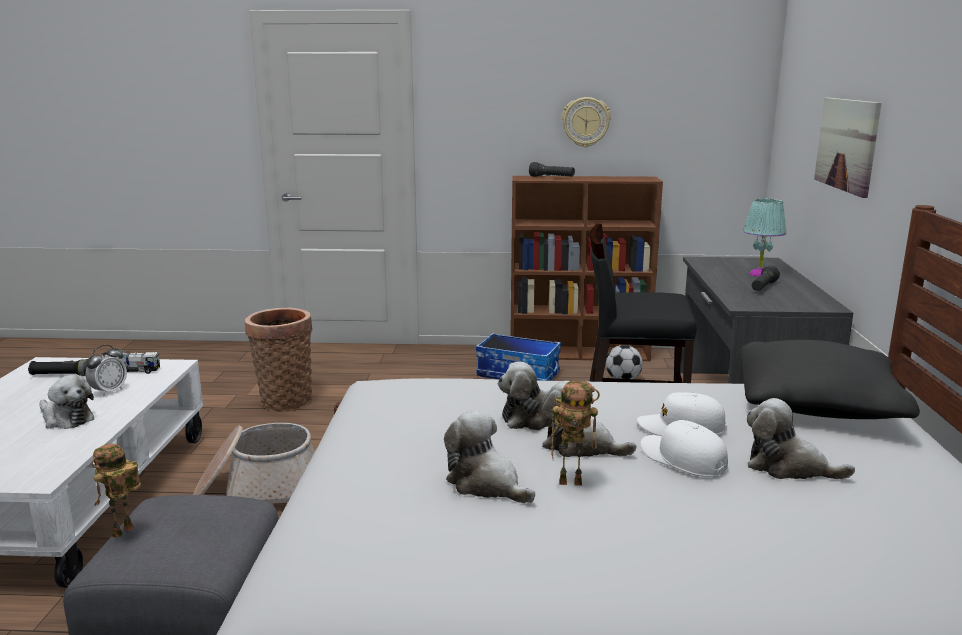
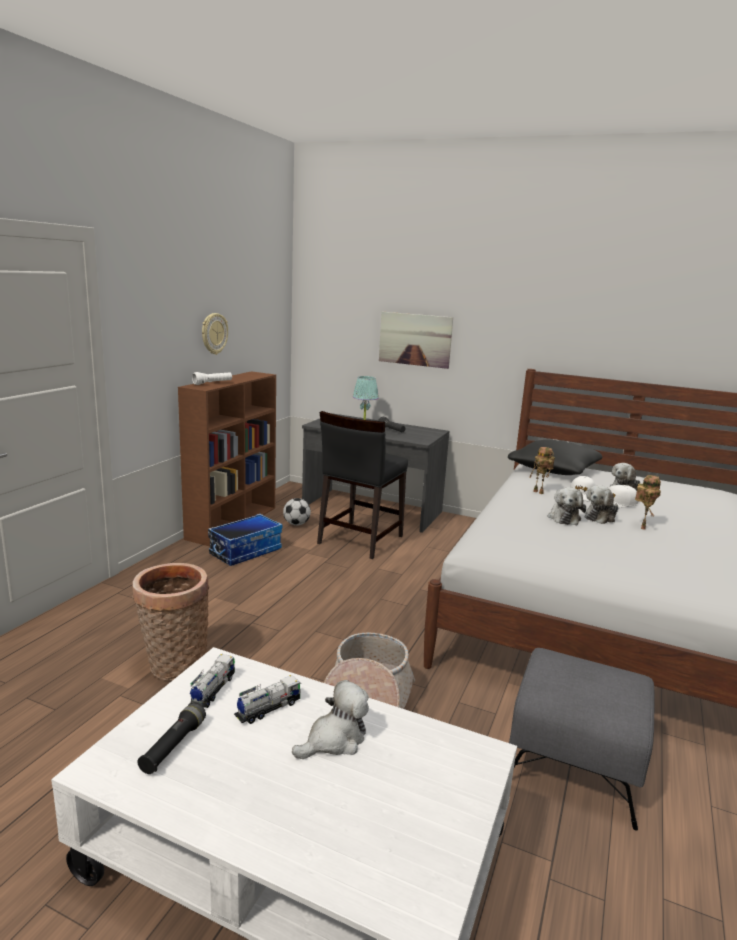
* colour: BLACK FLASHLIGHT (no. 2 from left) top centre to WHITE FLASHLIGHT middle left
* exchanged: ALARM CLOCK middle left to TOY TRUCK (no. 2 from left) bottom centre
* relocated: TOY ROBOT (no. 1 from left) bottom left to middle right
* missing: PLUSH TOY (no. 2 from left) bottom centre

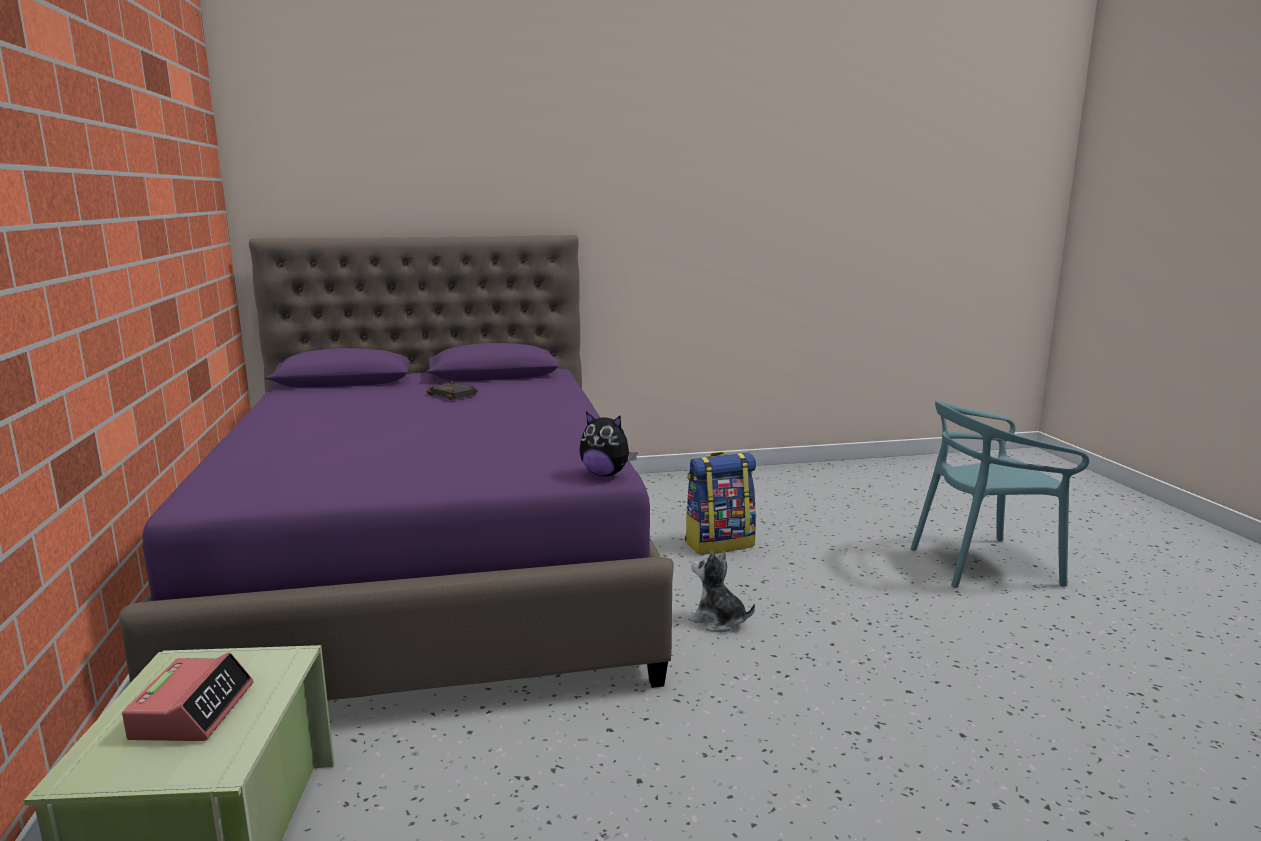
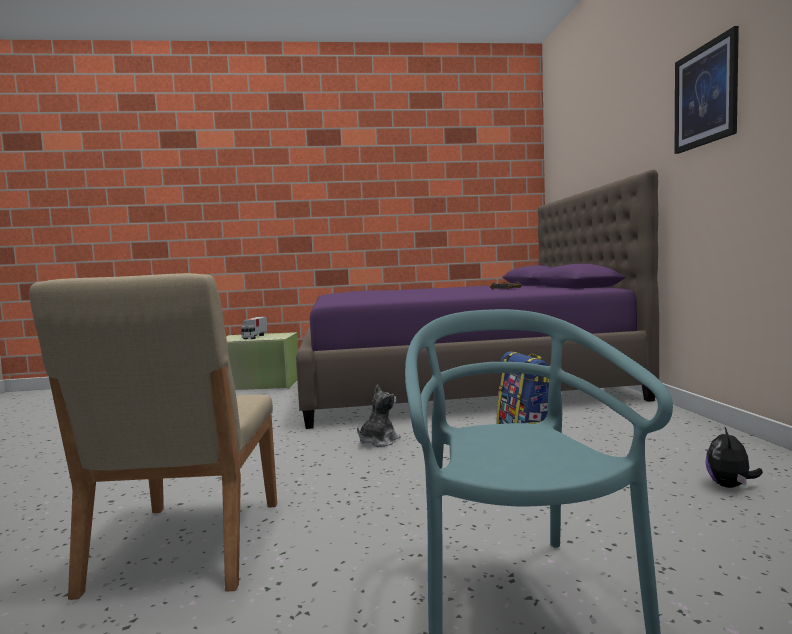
* appeared: BEIGE CHAIR bottom left
* exchanged: ALARM CLOCK bottom left to TOY TRUCK middle left
* appeared: PICTURE top right
* relocated: PLUSH TOY (no. 1 from left in the first image) centre to PLUSH TOY (no. 2 from left) bottom right

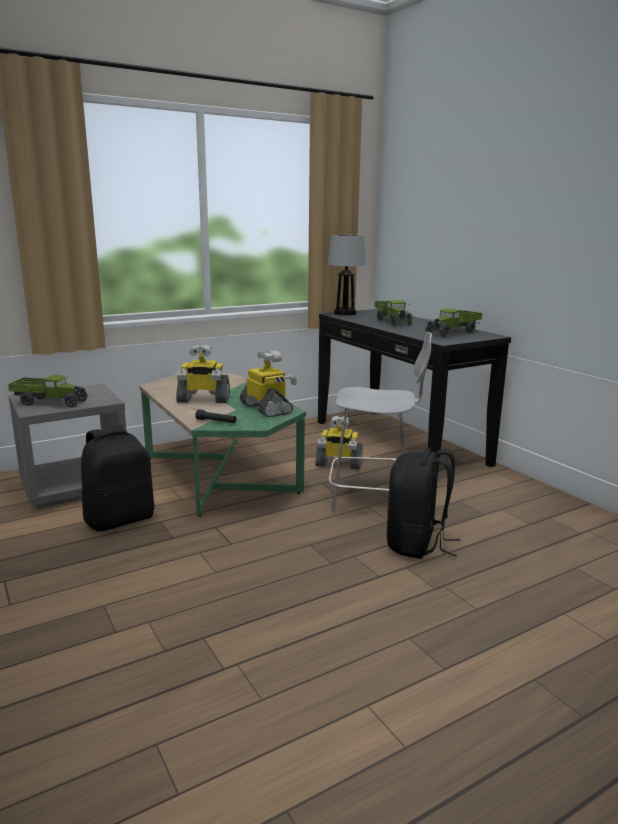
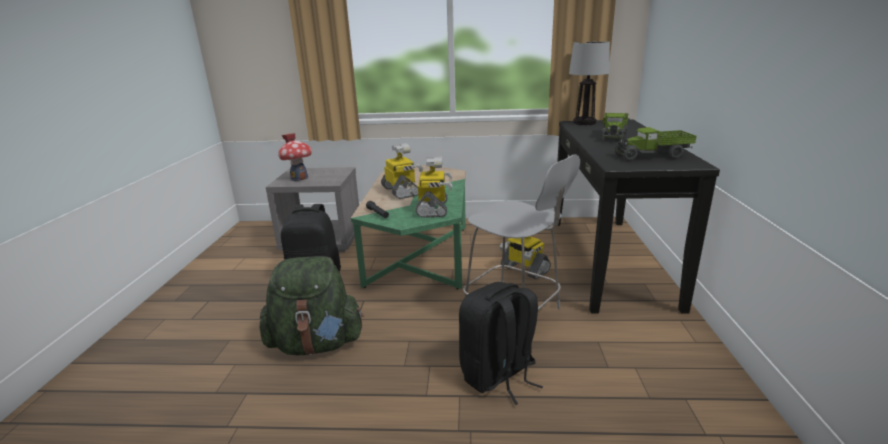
* appeared: GREEN BACKPACK bottom centre
* exchanged: TOY TRUCK (no. 1 from left) middle left to TOY HOUSE middle left
* spun: TOY ROBOT (no. 1 from left) middle left = centre 150 degrees counterclockwise

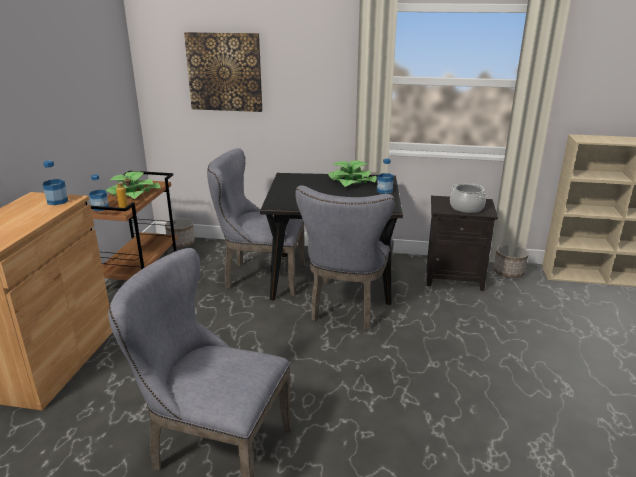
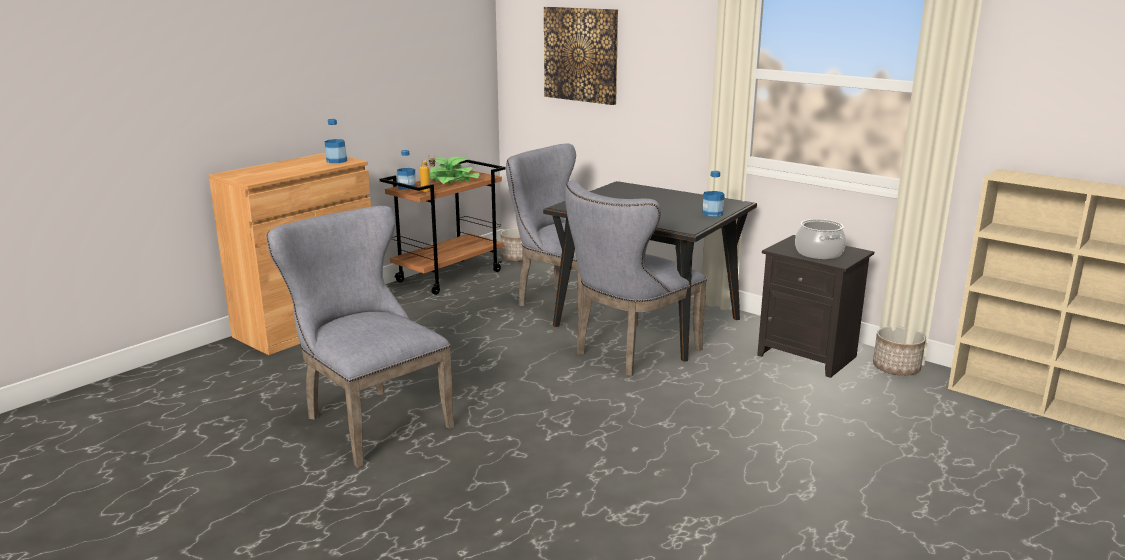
* missing: POTTED PLANT (no. 2 from left) centre

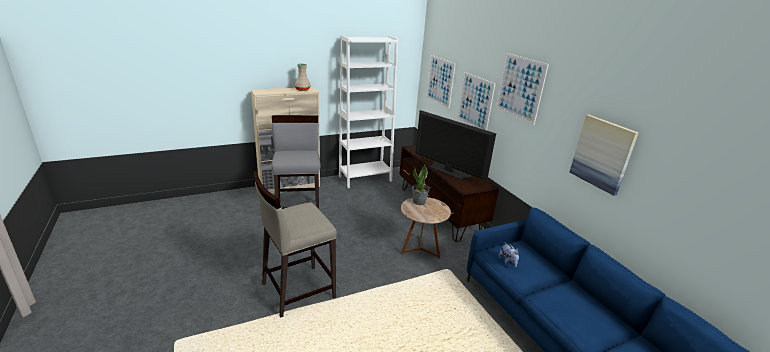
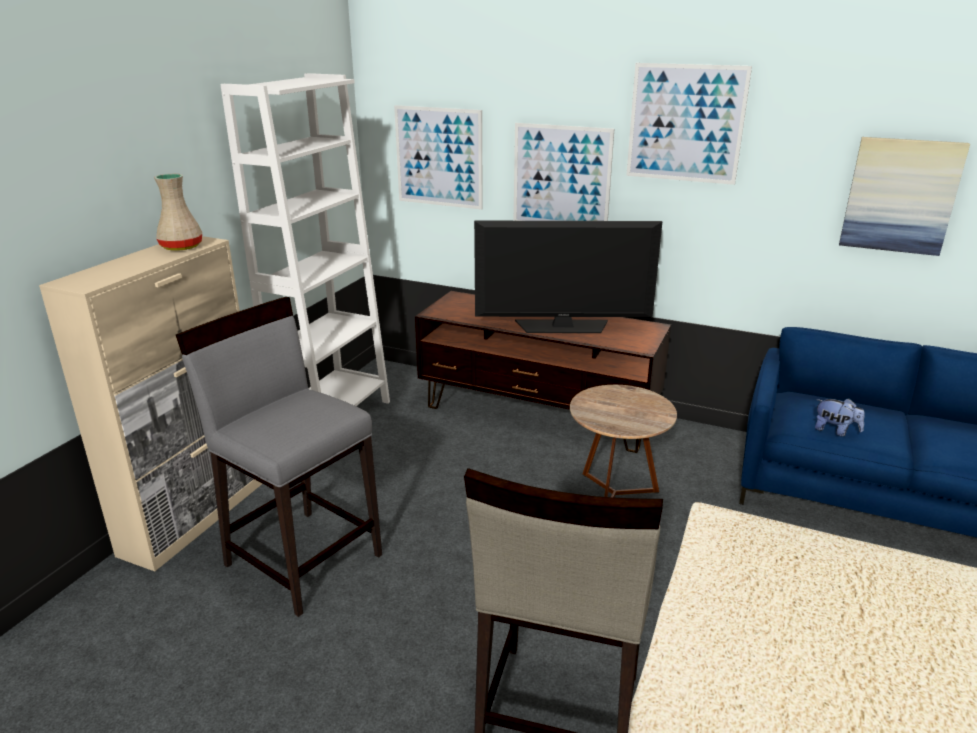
* missing: POTTED PLANT centre

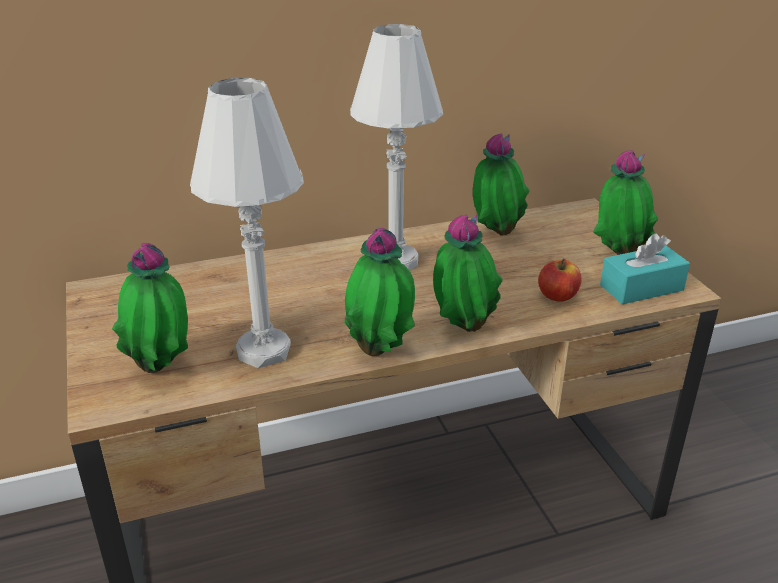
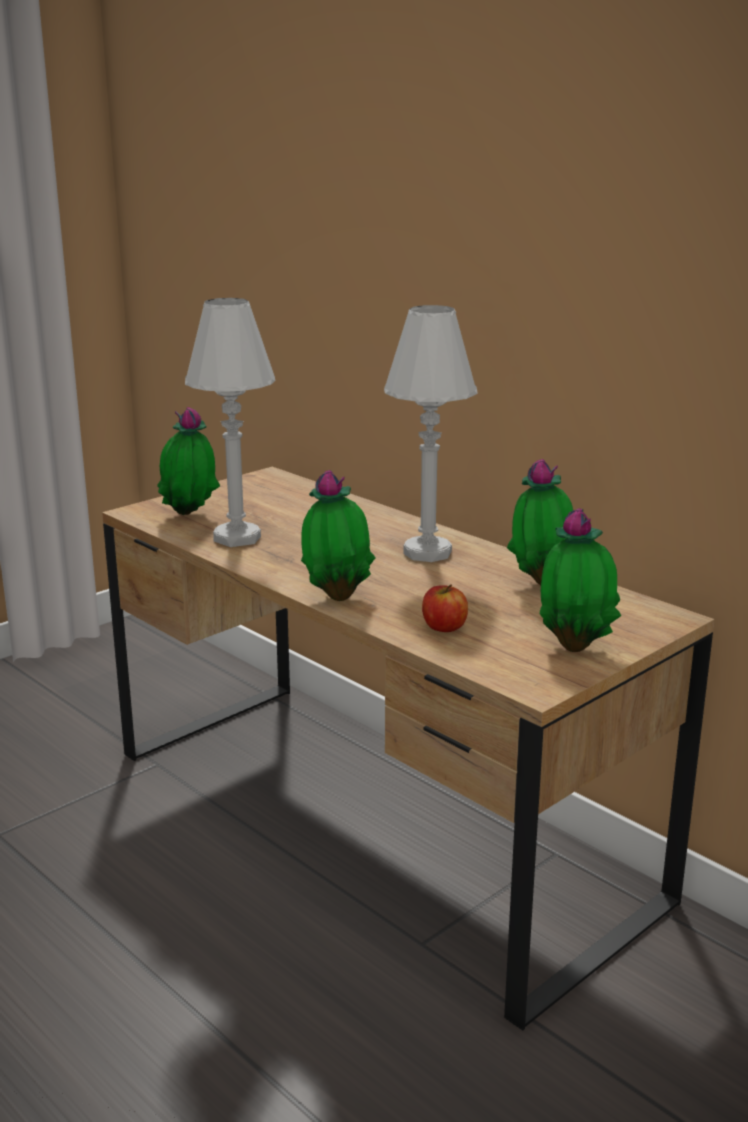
* missing: POTTED PLANT (no. 2 from left) centre
* missing: TURQUOISE TISSUE BOX middle right

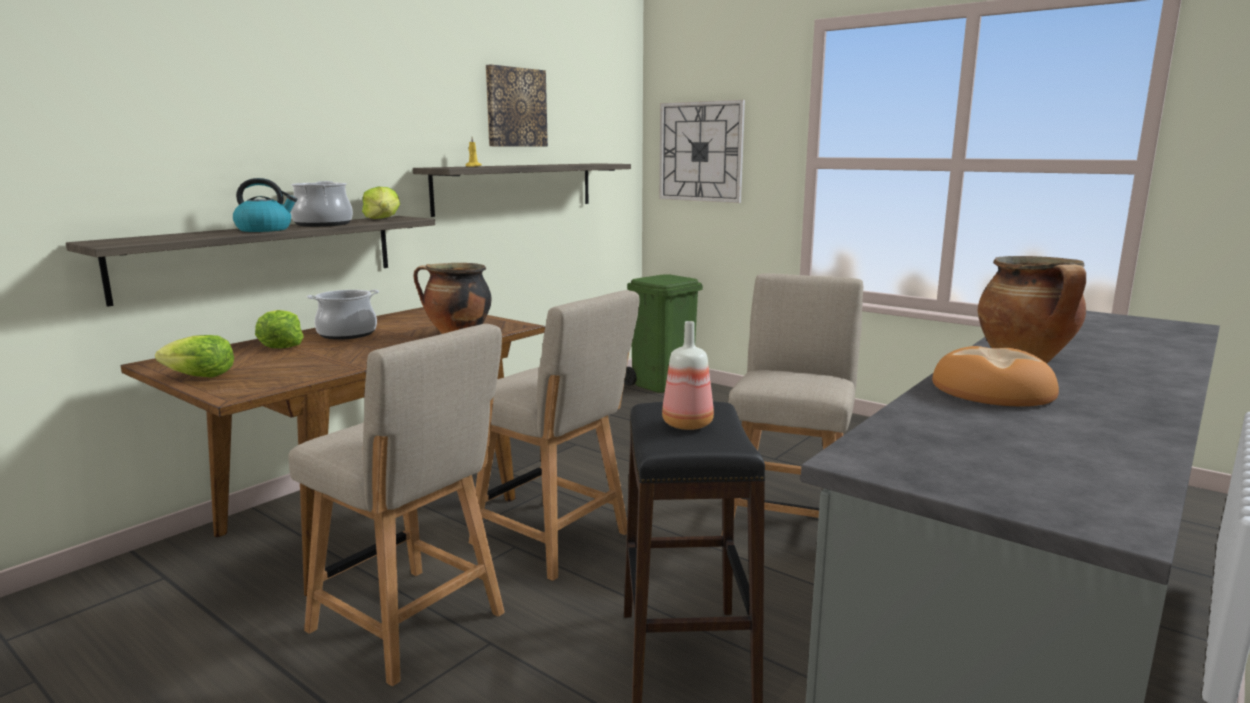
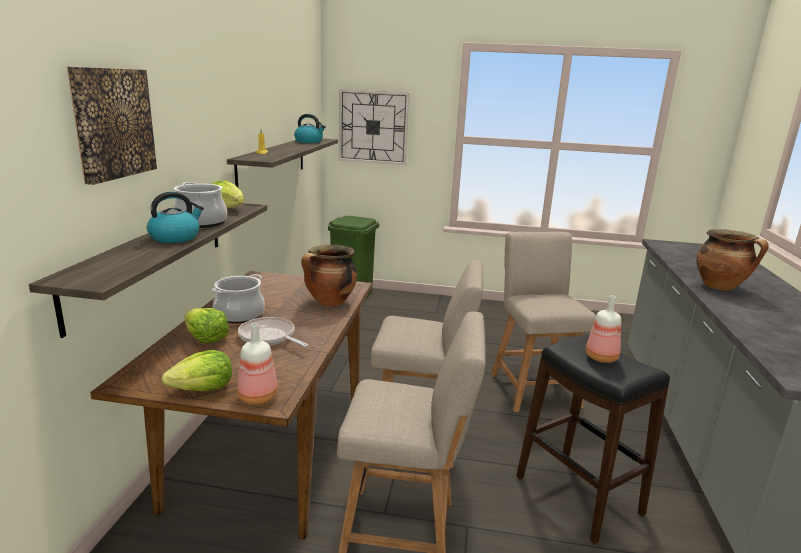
* relocated: PICTURE top centre to top left
* appeared: BOTTLE (no. 1 from left) middle left
* appeared: FRYING PAN centre
* appeared: KETTLE (no. 2 from left) top centre
* missing: BREAD middle right

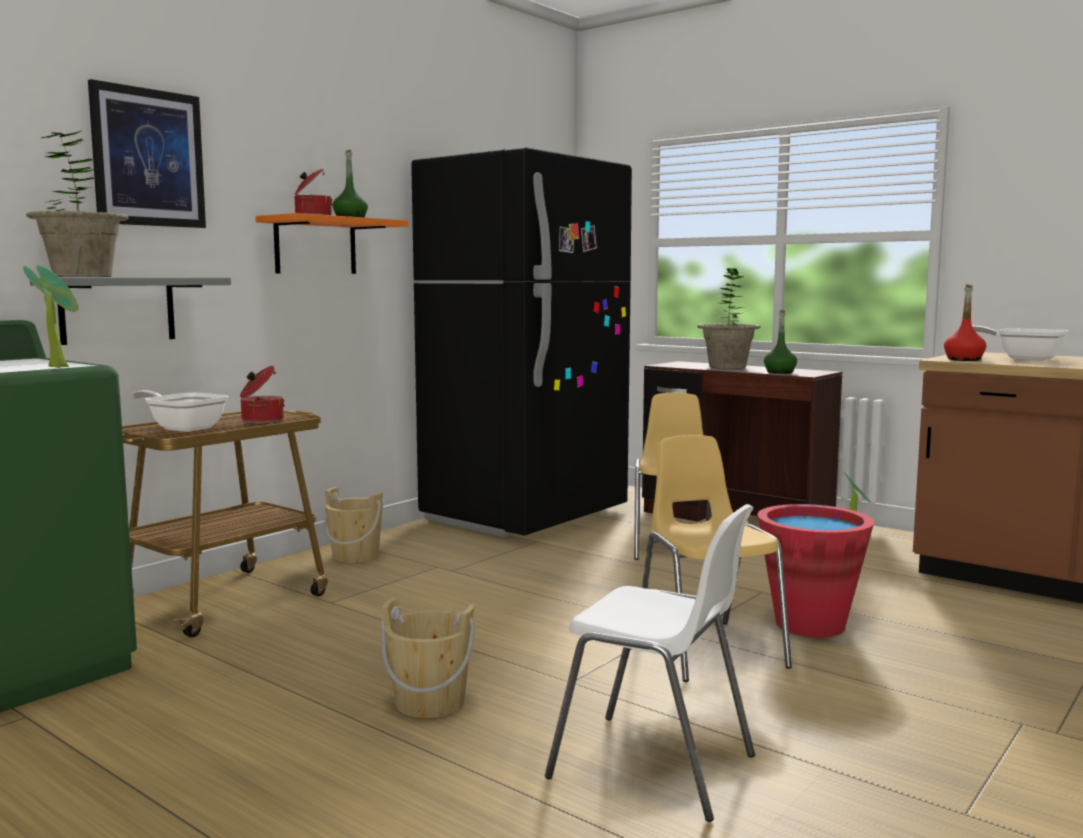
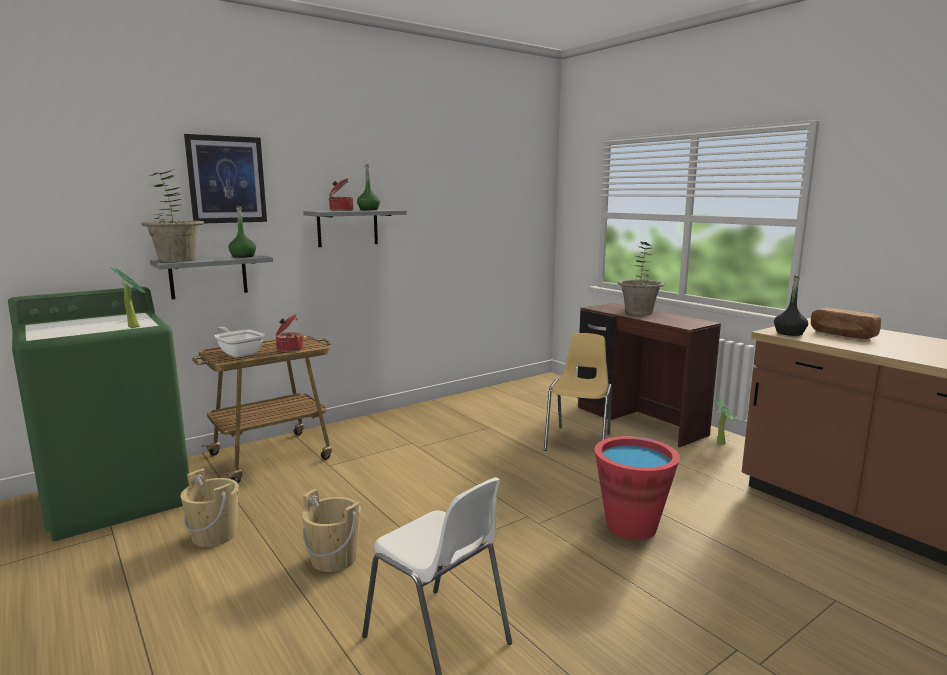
* relocated: BEIGE BUCKET (no. 1 from left) middle left to bottom left
* relocated: GREEN BOTTLE (no. 2 from left in the first image) middle right to GREEN BOTTLE (no. 1 from left) middle left
* colour: ORANGE SHELF top left to GREY SHELF (no. 2 from left) centre
* colour: RED BOTTLE middle right to BLACK BOTTLE middle right
* exchanged: FRYING PAN (no. 2 from left) middle right to BREAD middle right
* missing: BLACK FRIDGE centre
* missing: YELLOW CHAIR (no. 2 from left) centre

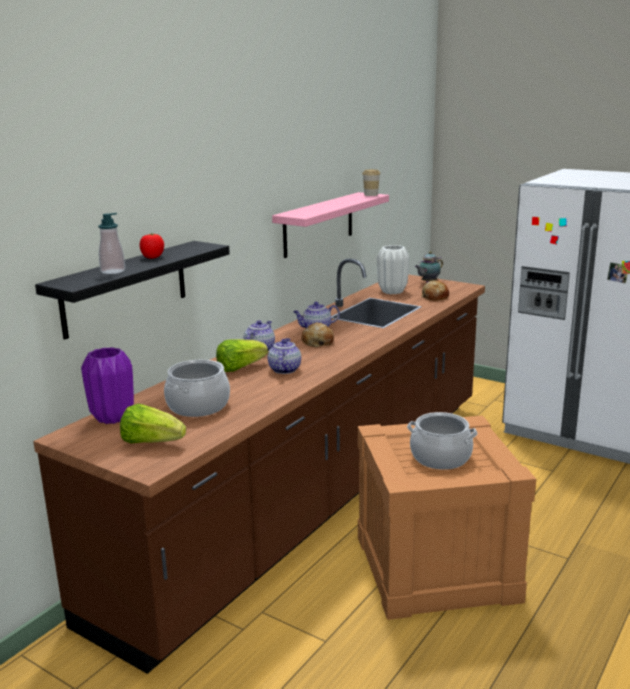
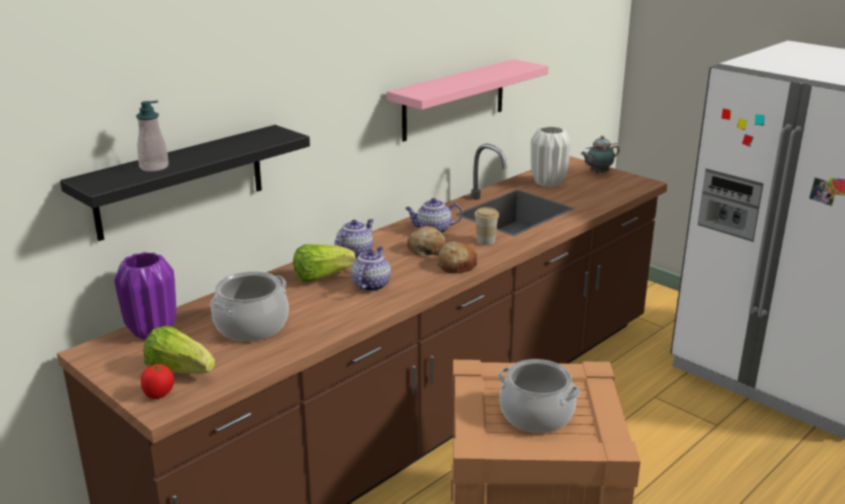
* relocated: TOMATO middle left to bottom left
* relocated: BREAD (no. 2 from left) middle right to centre
* relocated: CUP top centre to centre

